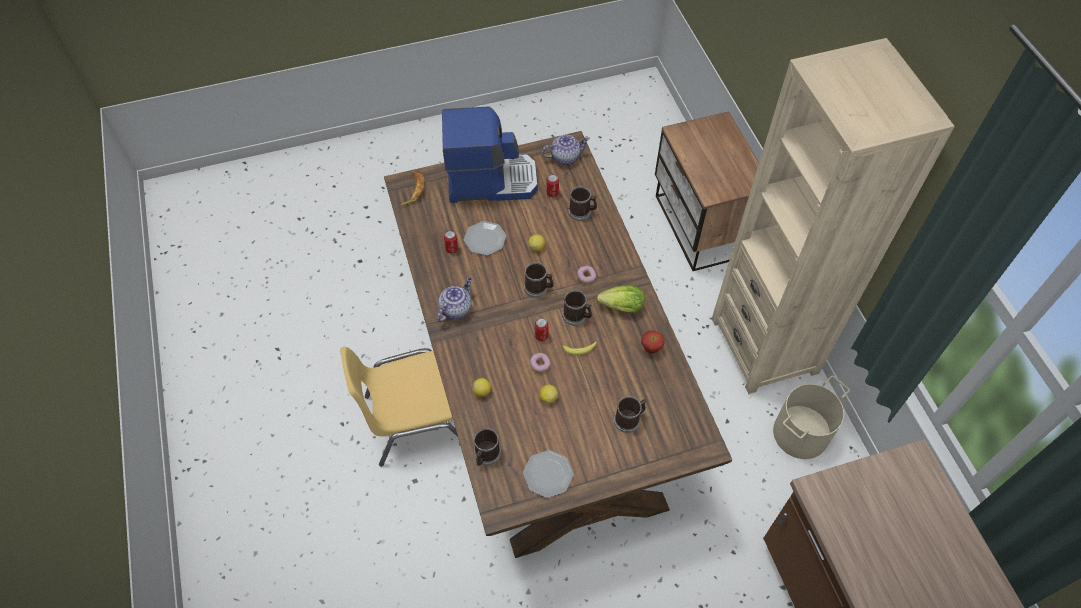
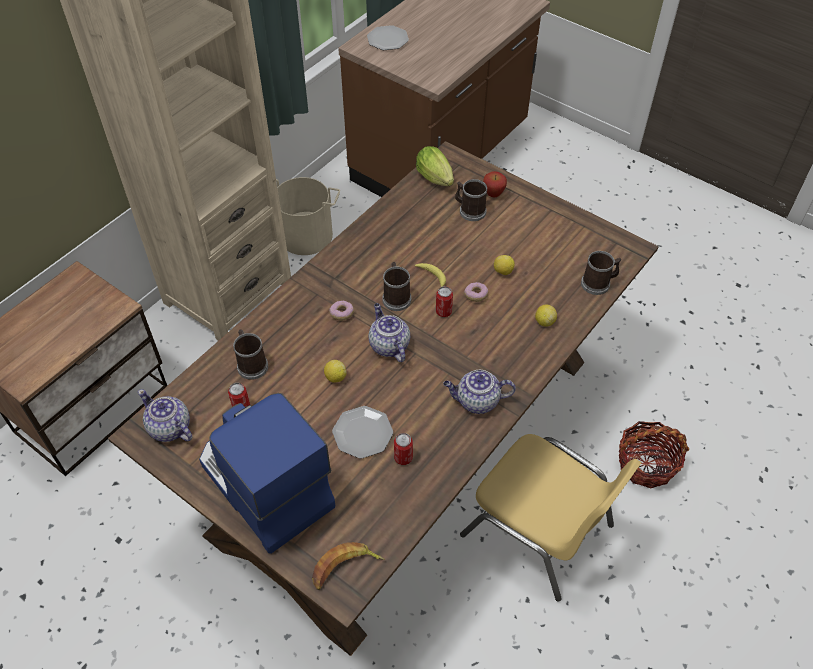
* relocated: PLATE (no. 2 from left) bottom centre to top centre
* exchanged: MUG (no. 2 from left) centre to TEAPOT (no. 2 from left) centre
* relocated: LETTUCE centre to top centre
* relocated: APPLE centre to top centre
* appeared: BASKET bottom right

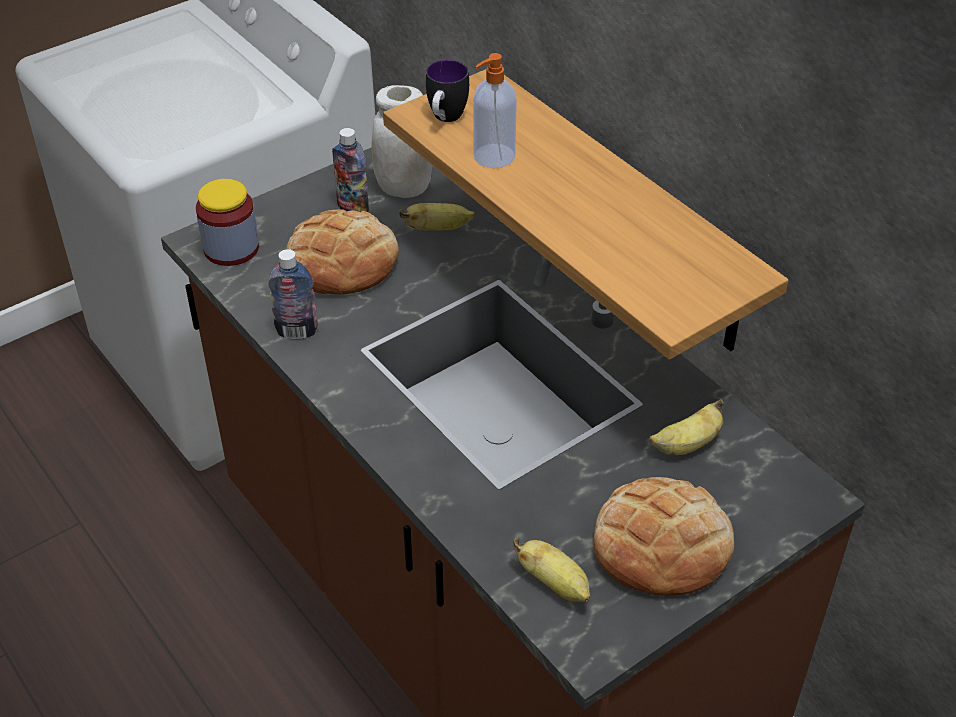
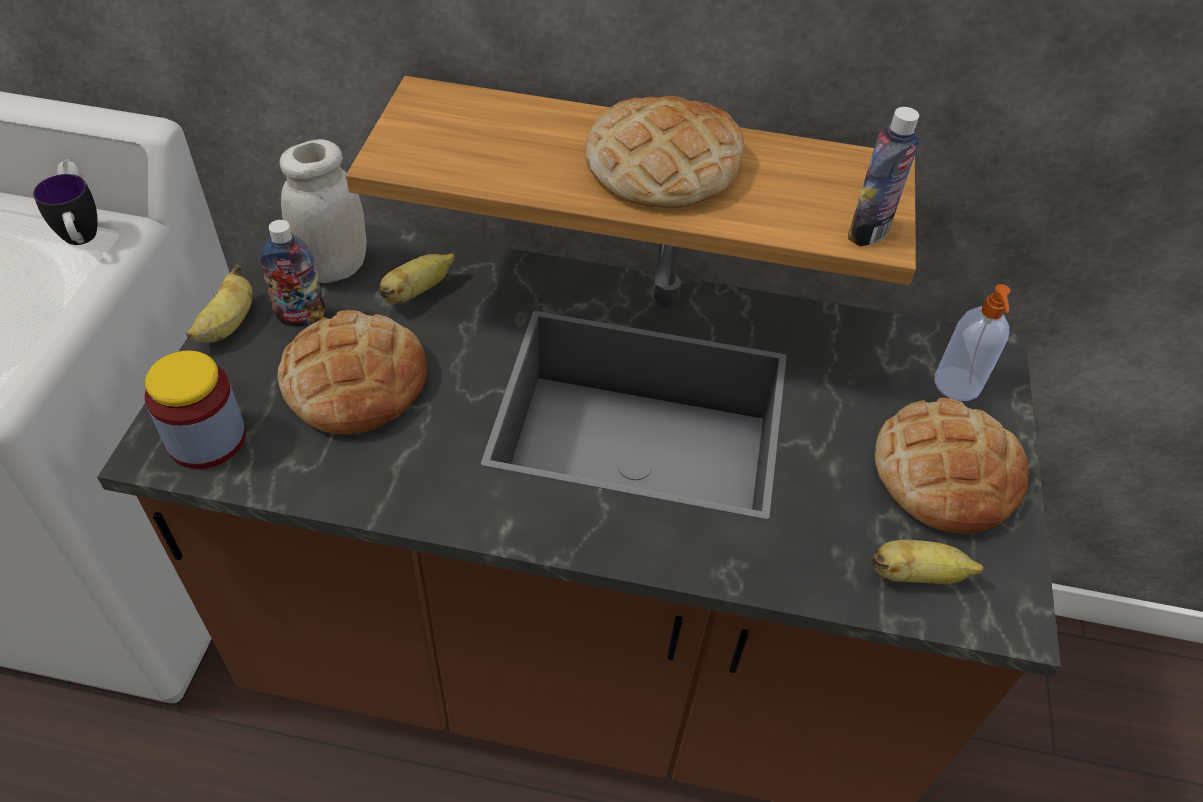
* relocated: MUG top centre to top left
* relocated: BANANA (no. 3 from left in the first image) middle right to BANANA (no. 1 from left) middle left
* appeared: BREAD (no. 2 from left) top centre
* relocated: BOTTLE (no. 1 from left in the first image) middle left to BOTTLE (no. 2 from left) top right
* relocated: SOAP DISPENSER top centre to middle right

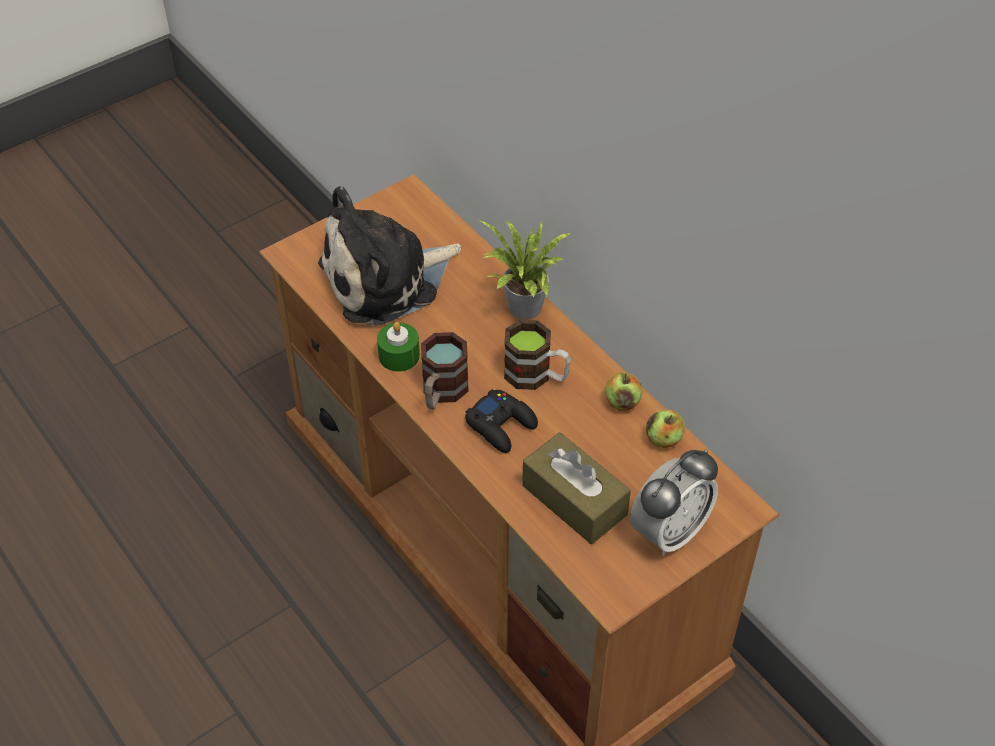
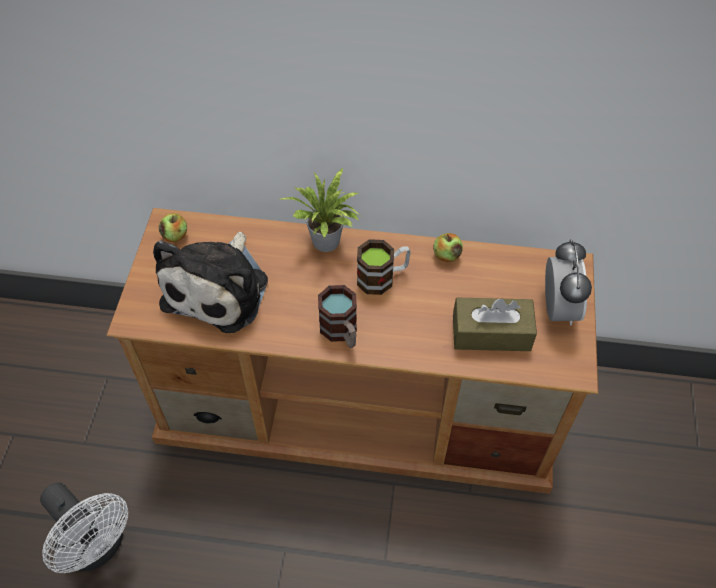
* appeared: WHITE FAN bottom left
* relocated: APPLE (no. 2 from left in the first image) middle right to APPLE (no. 1 from left) middle left
* missing: GREEN CANDLE centre
* missing: BLACK GAME CONTROLLER centre

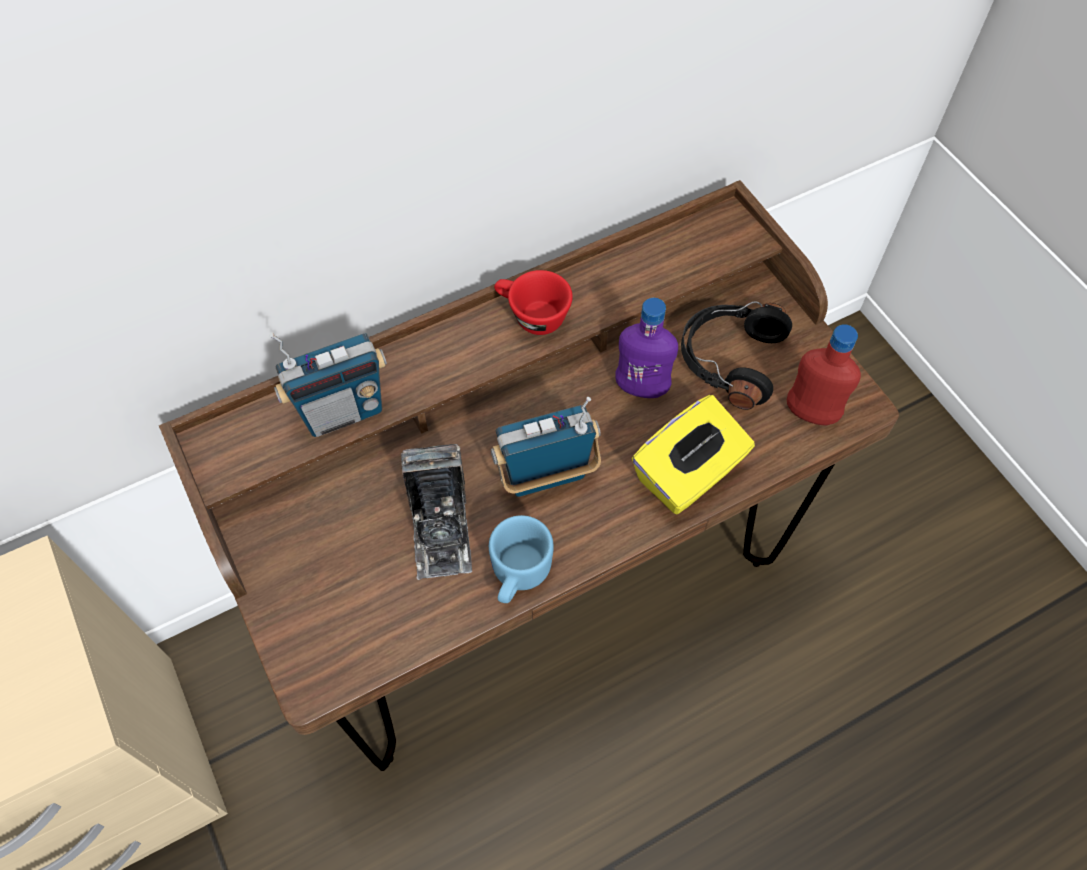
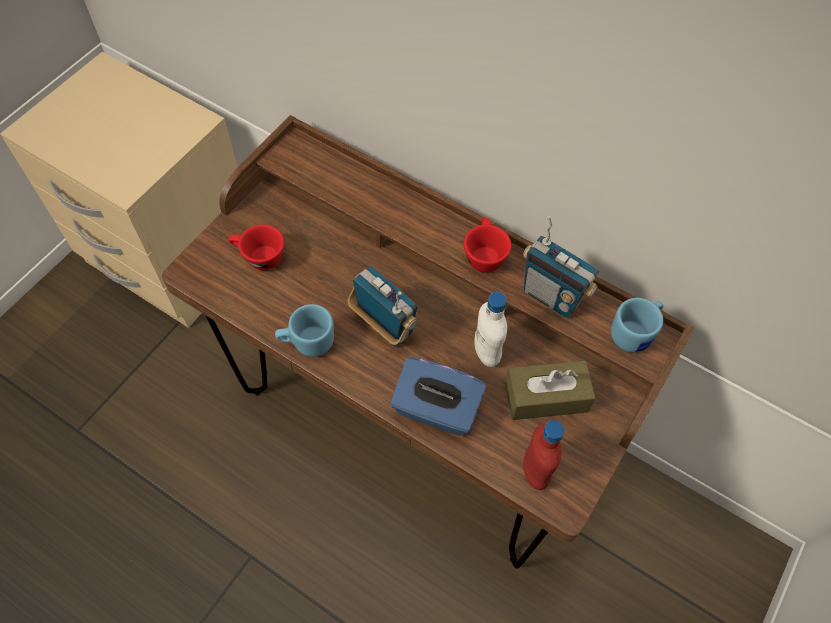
* appeared: RED CUP (no. 1 from left) middle left
* colour: YELLOW TISSUE BOX centre to BLUE TISSUE BOX centre
* colour: PURPLE BOTTLE centre to WHITE BOTTLE centre
* exchanged: BLACK HEADPHONES middle right to BROWN TISSUE BOX centre
* relocated: RADIO (no. 1 from left in the first image) middle left to RADIO (no. 2 from left) middle right
* appeared: BLUE MUG (no. 2 from left) middle right
* missing: PHOTO CAMERA centre

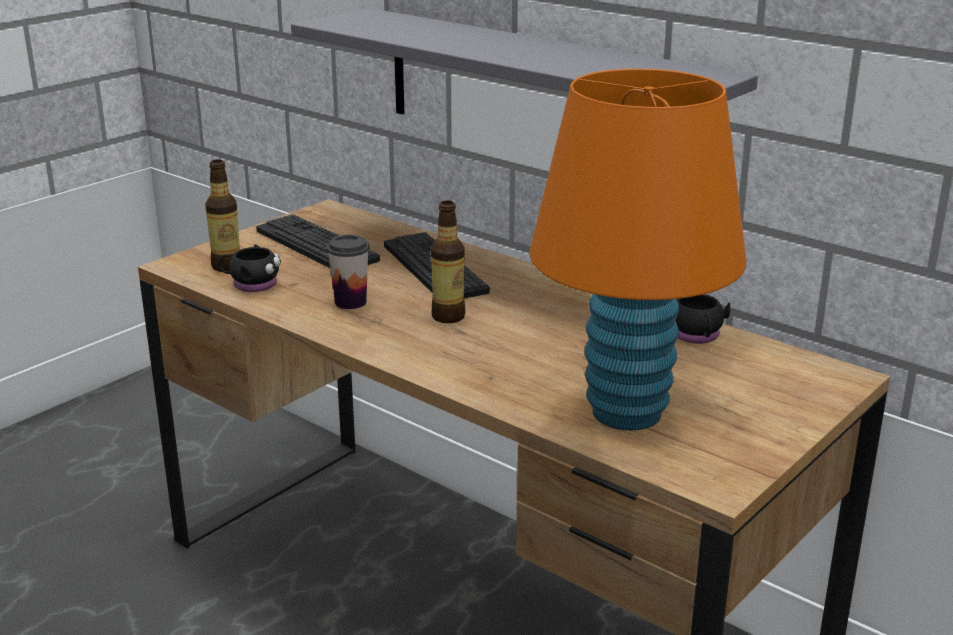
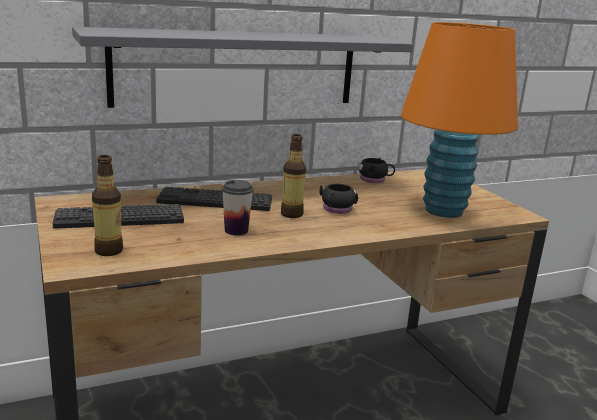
* relocated: BLACK MUG (no. 1 from left) middle left to centre

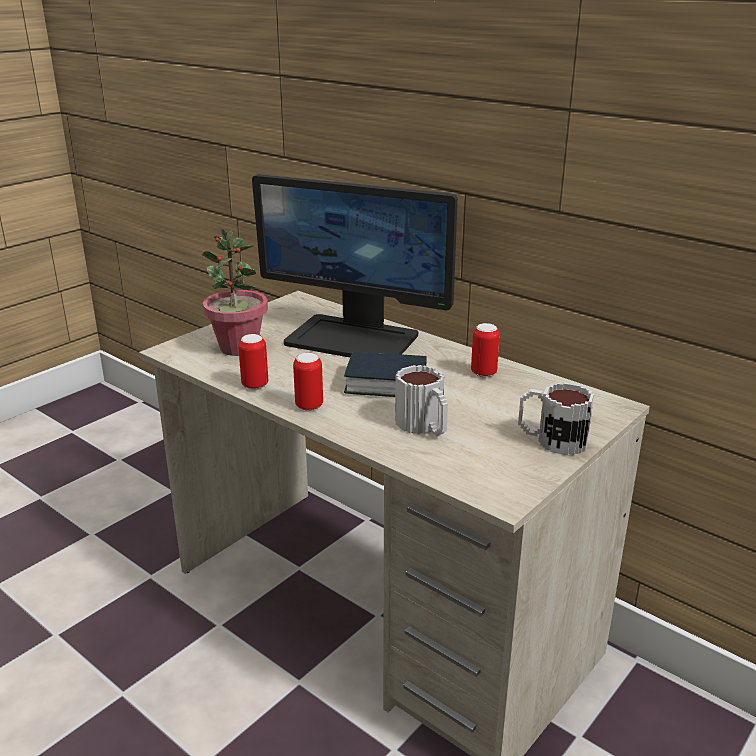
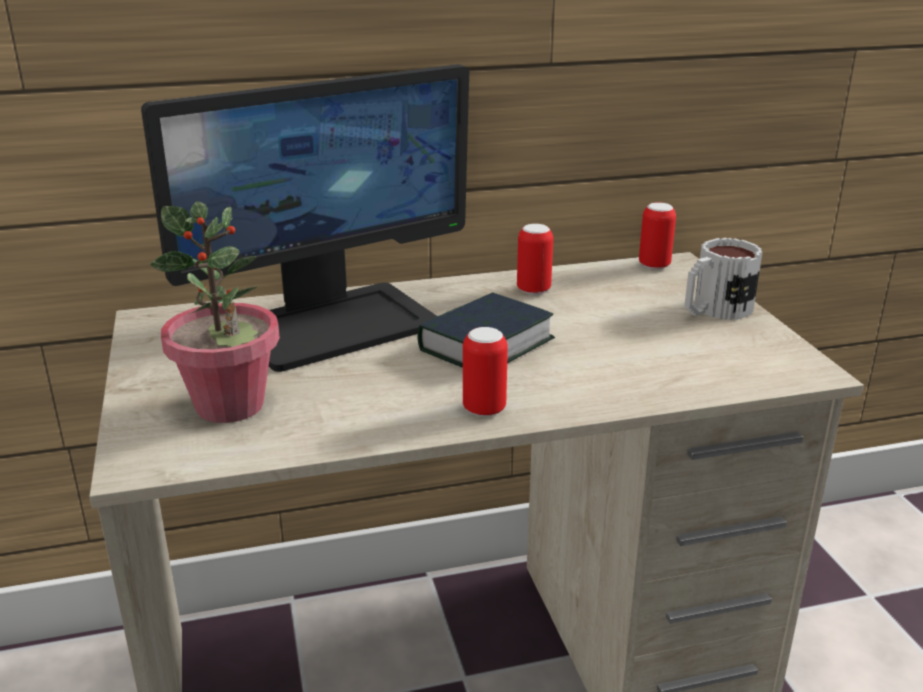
* relocated: CAN (no. 1 from left in the first image) centre to CAN (no. 3 from left) middle right
* missing: MUG (no. 1 from left) centre

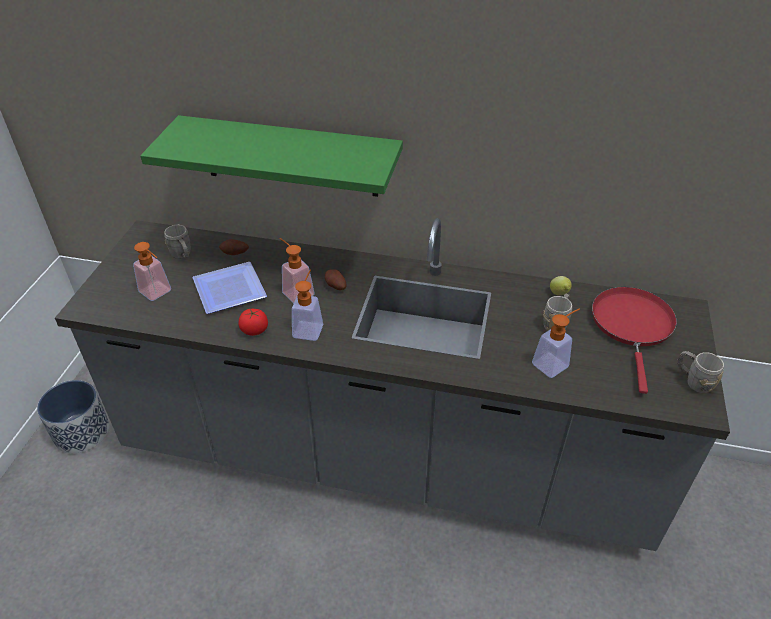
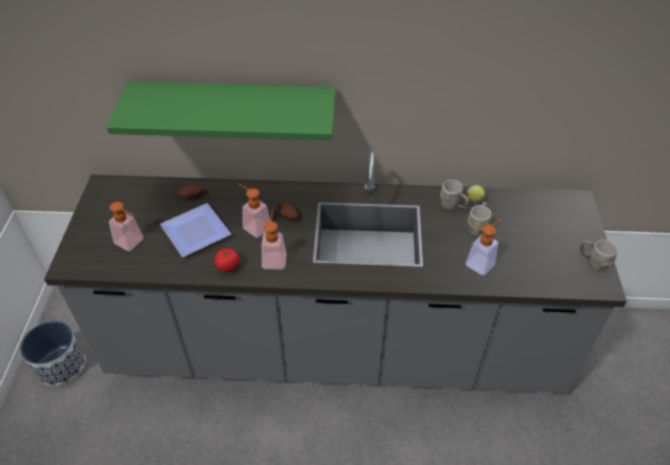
* relocated: GREY MUG (no. 1 from left) middle left to middle right
* missing: RED FRYING PAN middle right

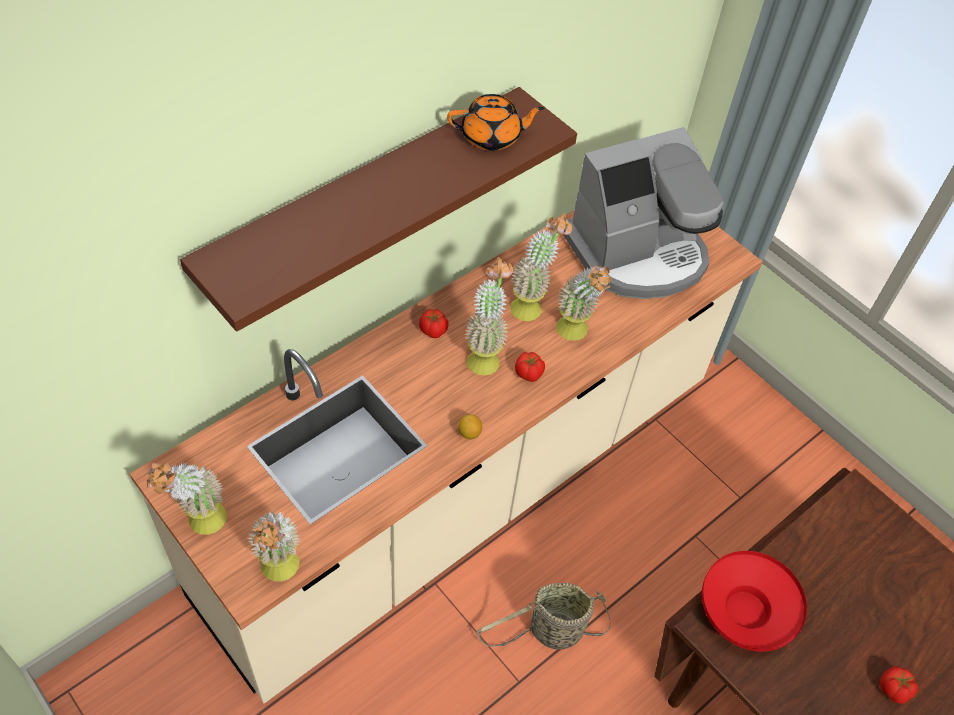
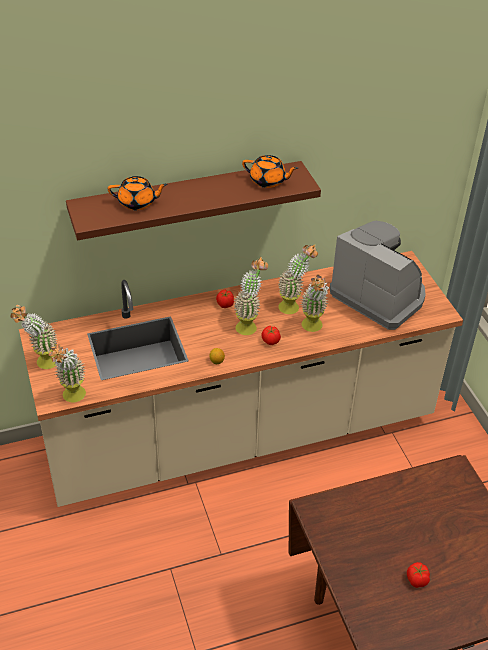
* appeared: ORANGE TEAPOT (no. 1 from left) top left
* spun: COFFEE MACHINE top right = middle right 135 degrees counterclockwise
* missing: BASKET bottom centre
* missing: RED BOWL bottom right

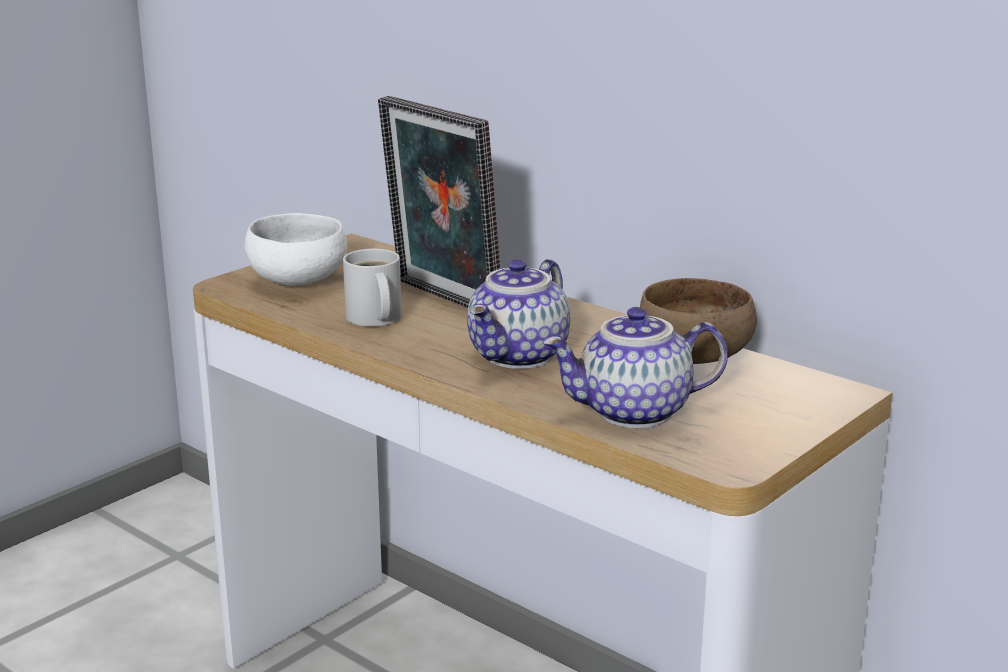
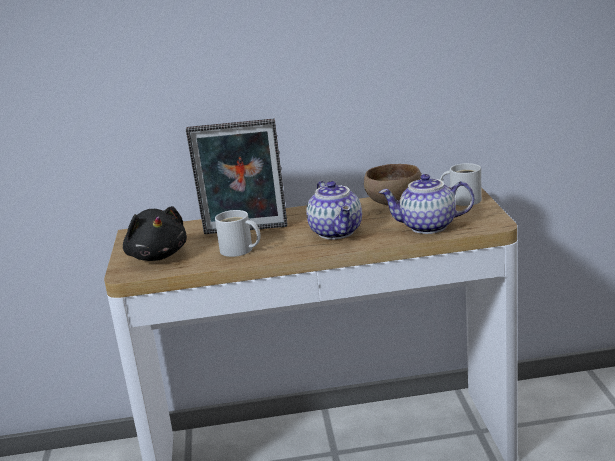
* exchanged: WHITE BOWL middle left to BLACK PLUSH TOY middle left
* spun: TEAPOT (no. 2 from left) centre = middle right 60 degrees clockwise
* appeared: WHITE MUG (no. 2 from left) middle right

